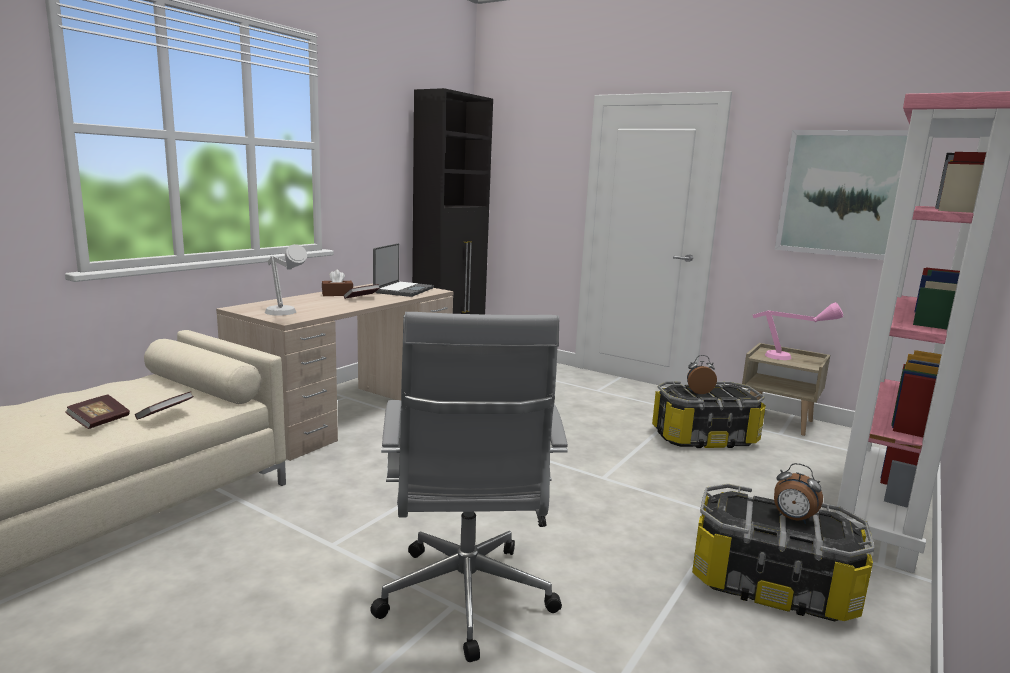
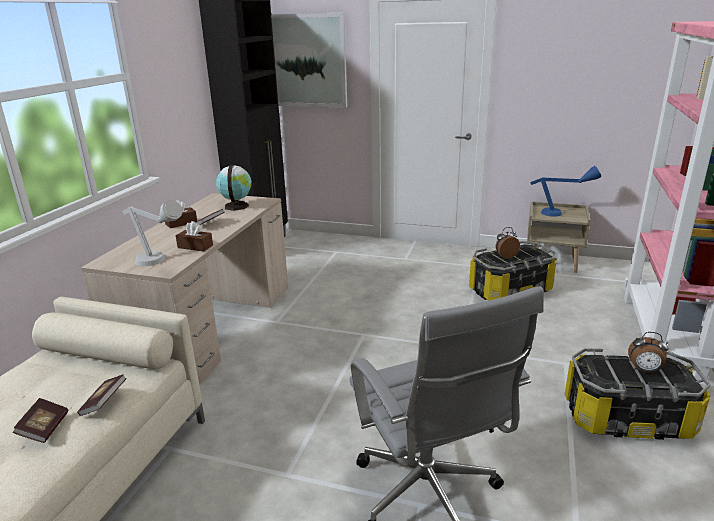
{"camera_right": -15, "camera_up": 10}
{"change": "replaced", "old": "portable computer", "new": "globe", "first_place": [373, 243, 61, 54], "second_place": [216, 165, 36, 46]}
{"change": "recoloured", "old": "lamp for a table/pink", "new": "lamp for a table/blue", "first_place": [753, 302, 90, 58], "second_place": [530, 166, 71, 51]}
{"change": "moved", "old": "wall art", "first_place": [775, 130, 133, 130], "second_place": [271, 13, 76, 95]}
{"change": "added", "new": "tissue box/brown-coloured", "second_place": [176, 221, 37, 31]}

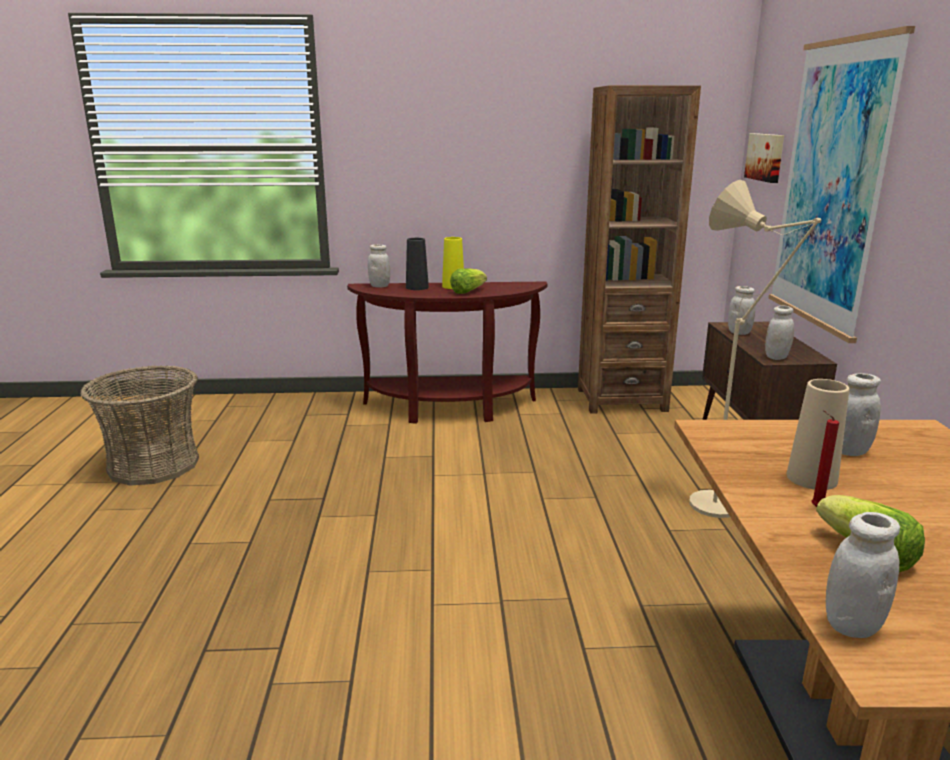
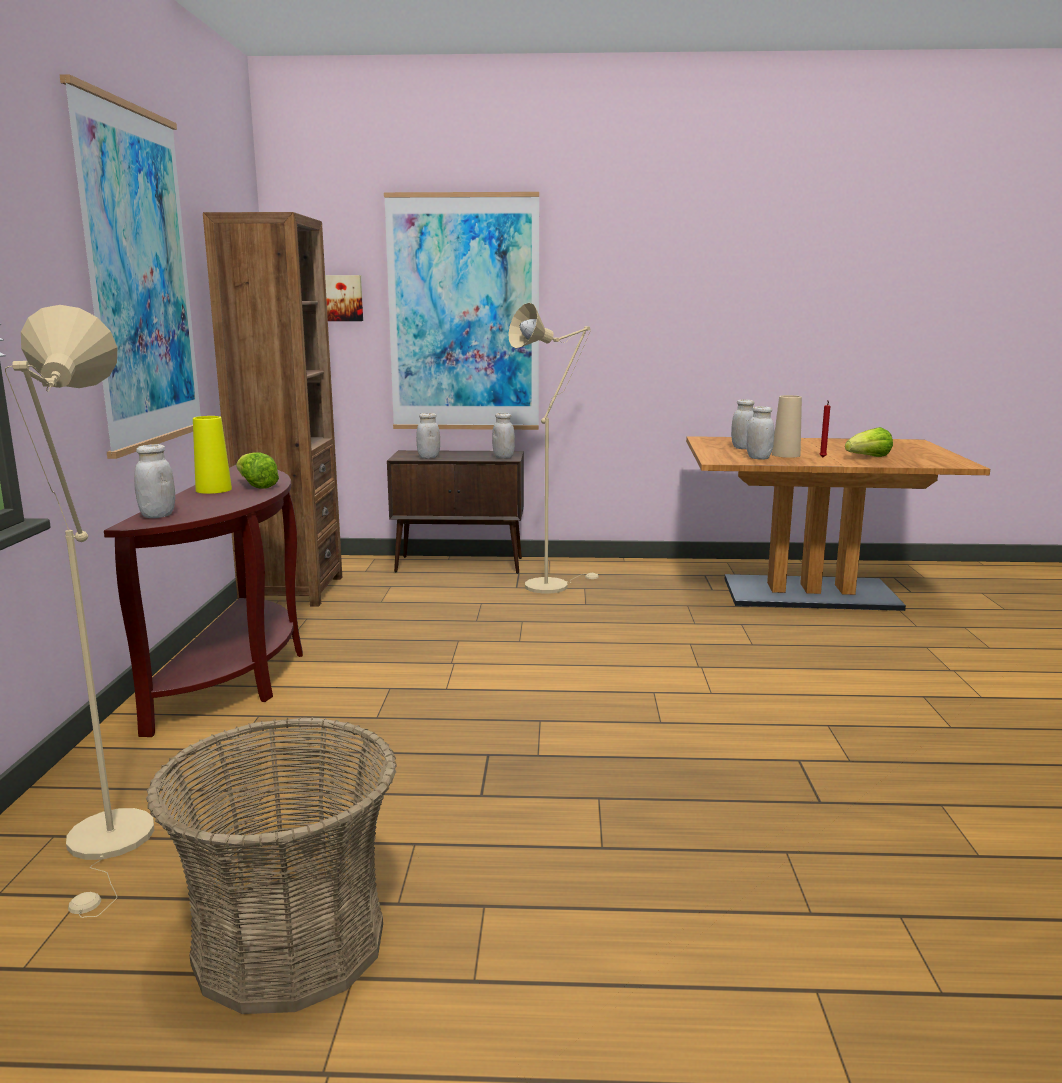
{"camera_right": -85, "camera_up": -5}
{"change": "removed", "old": "flower vase/blackish", "first_place": [406, 238, 23, 52]}
{"change": "moved", "old": "storage jar/whitish", "first_place": [826, 512, 74, 126], "second_place": [746, 406, 29, 54]}
{"change": "added", "new": "standard lamp/beige-coloured", "second_place": [5, 305, 149, 613]}
{"change": "added", "new": "wall art", "second_place": [59, 74, 142, 385]}

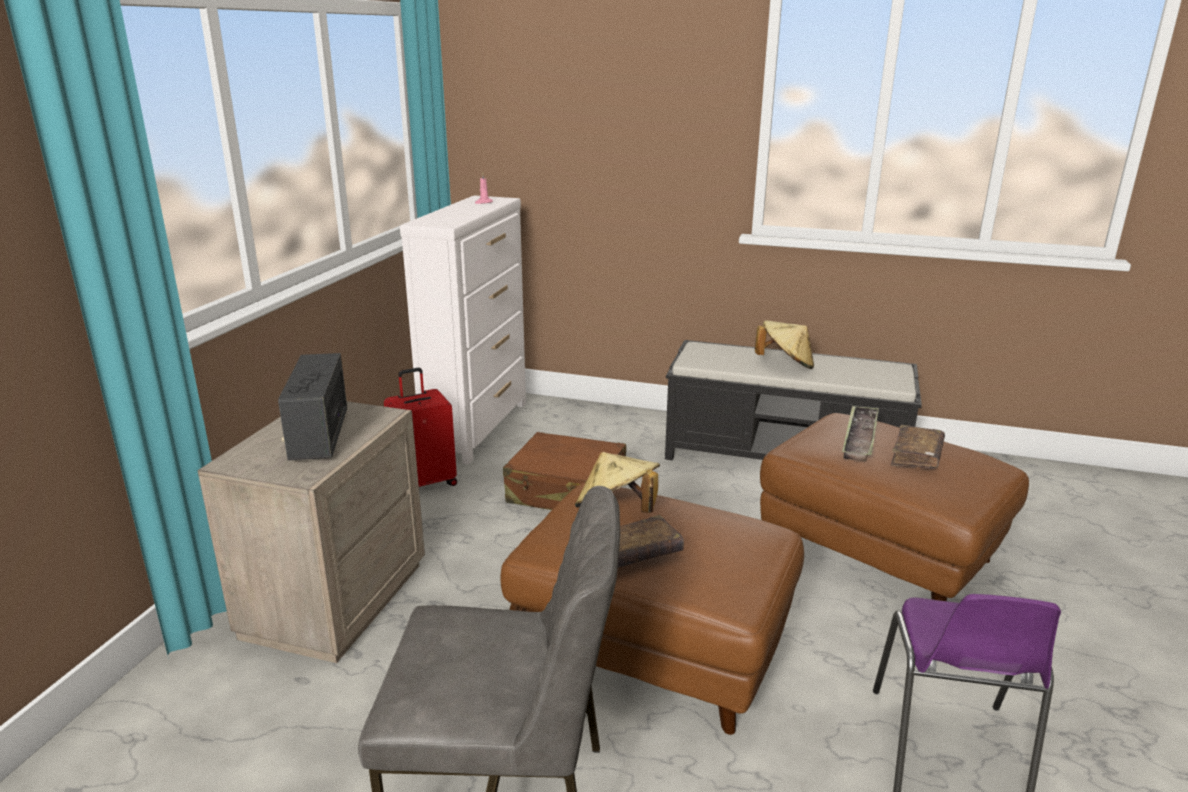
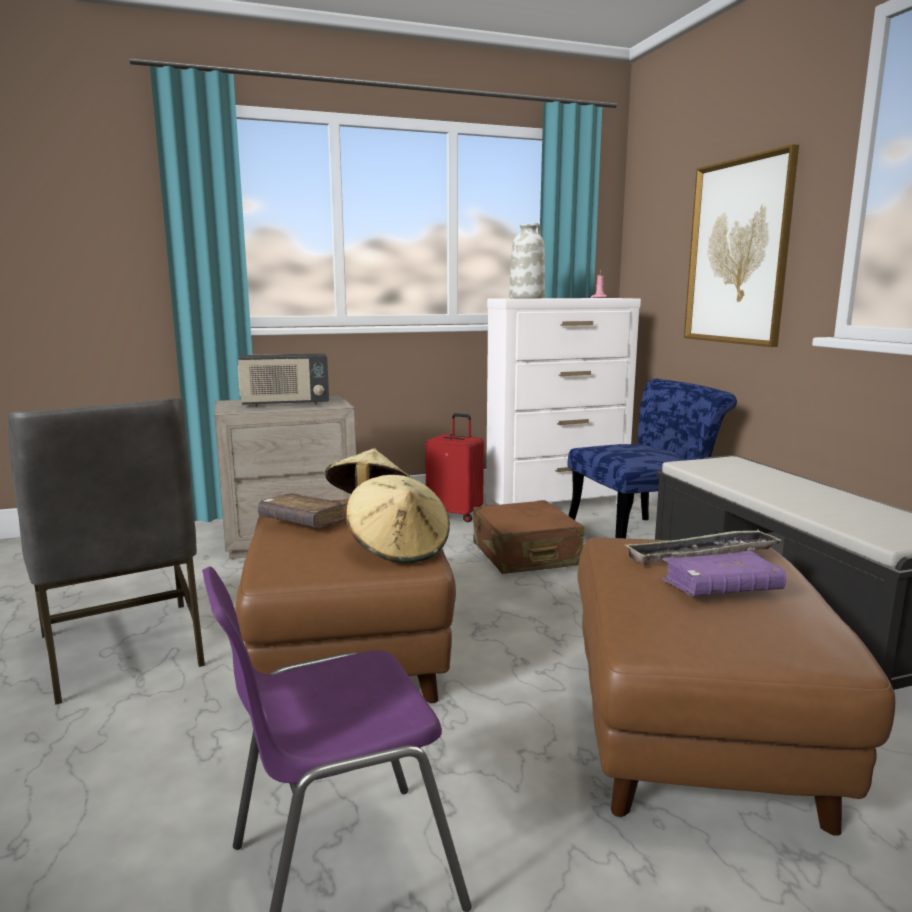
{"camera_right": 55, "camera_up": -10}
{"change": "turned", "old": "radio set", "first_place": [278, 353, 69, 107], "second_place": [237, 353, 92, 54], "degrees": -150}
{"change": "moved", "old": "clothing hat/beige-coloured", "first_place": [755, 320, 59, 49], "second_place": [346, 475, 104, 88]}
{"change": "recoloured", "old": "book/brown-coloured", "new": "book/purplish", "first_place": [891, 425, 54, 44], "second_place": [662, 551, 124, 45]}
{"change": "added", "new": "flower vase/whitish", "second_place": [509, 223, 36, 75]}
{"change": "added", "new": "upright chair/blue", "second_place": [567, 378, 170, 160]}
{"change": "added", "new": "wall art", "second_place": [684, 144, 115, 203]}

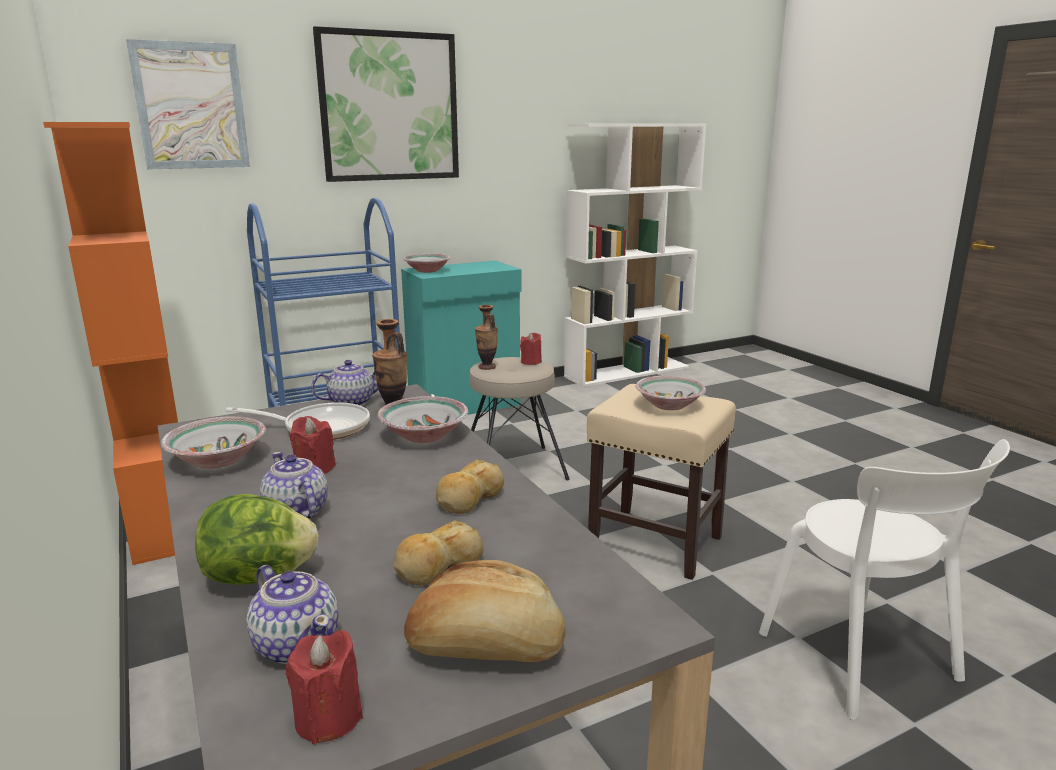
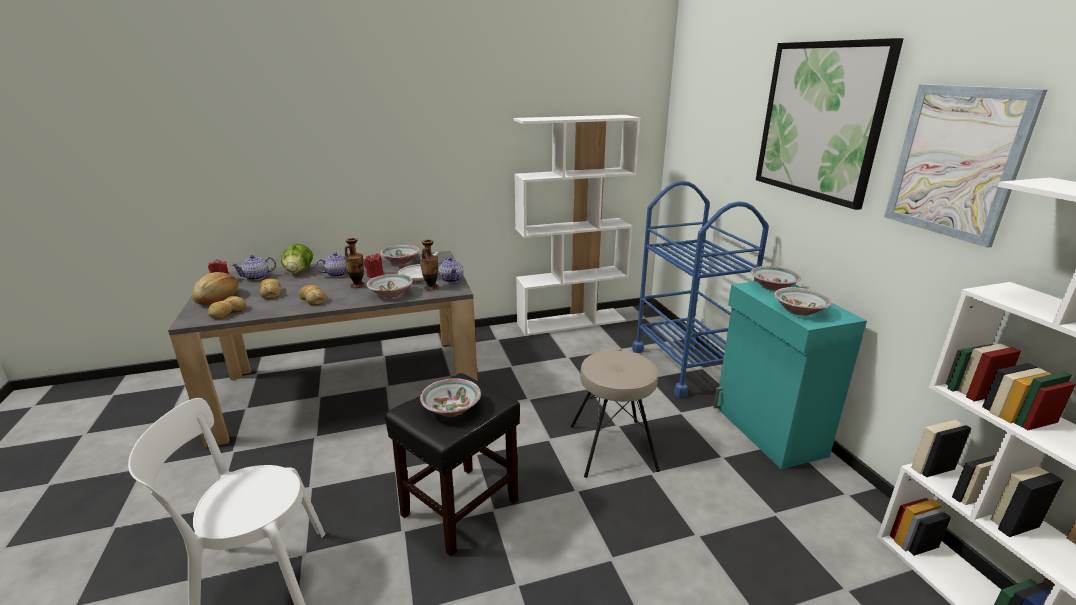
{"camera_right": 100, "camera_up": 5}
{"change": "recoloured", "old": "bookshelf/orange-coloured", "new": "bookshelf/whitish", "first_place": [43, 122, 135, 443], "second_place": [513, 115, 127, 221]}
{"change": "moved", "old": "wall art", "first_place": [126, 39, 124, 130], "second_place": [884, 84, 163, 164]}
{"change": "moved", "old": "flower vase", "first_place": [475, 305, 23, 65], "second_place": [344, 238, 21, 50]}
{"change": "removed", "old": "wax light/reddish", "first_place": [520, 332, 22, 33]}
{"change": "recoloured", "old": "stool/beige-coloured", "new": "stool/blackish", "first_place": [587, 384, 149, 196], "second_place": [385, 373, 135, 183]}
{"change": "added", "new": "baked bread", "second_place": [208, 296, 38, 23]}
{"change": "added", "new": "serving bowl", "second_place": [774, 287, 58, 29]}

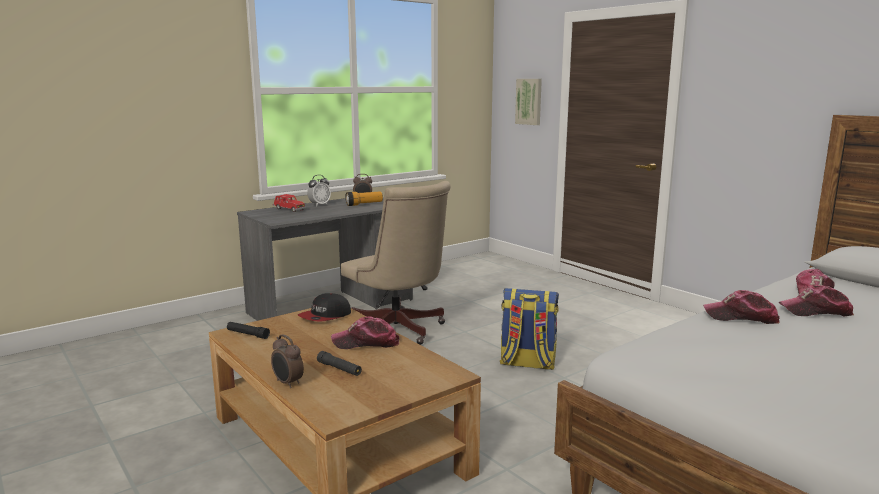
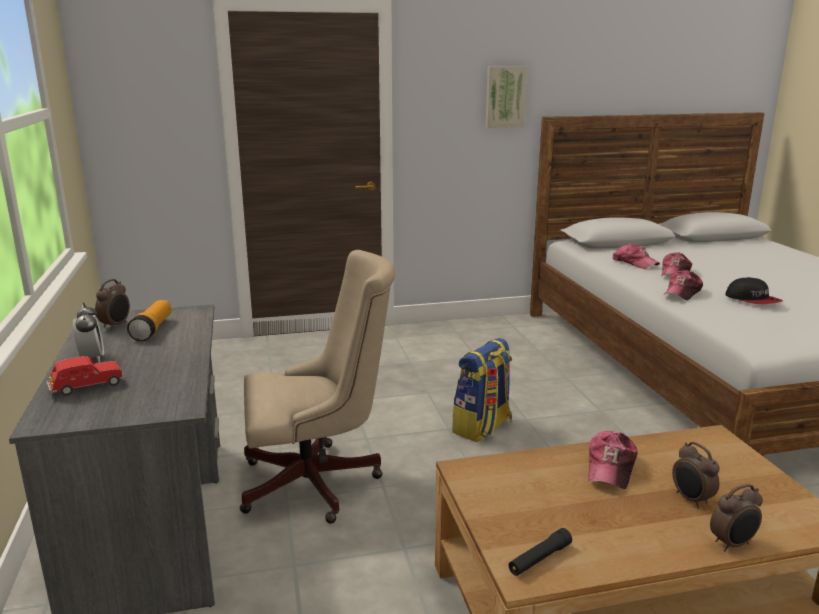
{"camera_right": -65, "camera_up": 5}
{"change": "moved", "old": "peaked cap", "first_place": [298, 293, 53, 29], "second_place": [725, 277, 58, 27]}
{"change": "replaced", "old": "torch/blackish", "new": "table clock", "first_place": [317, 351, 45, 25], "second_place": [672, 442, 47, 66]}
{"change": "moved", "old": "wall art", "first_place": [515, 79, 27, 46], "second_place": [486, 67, 41, 61]}

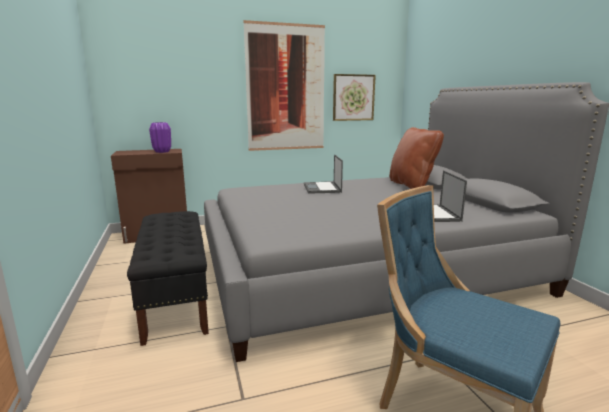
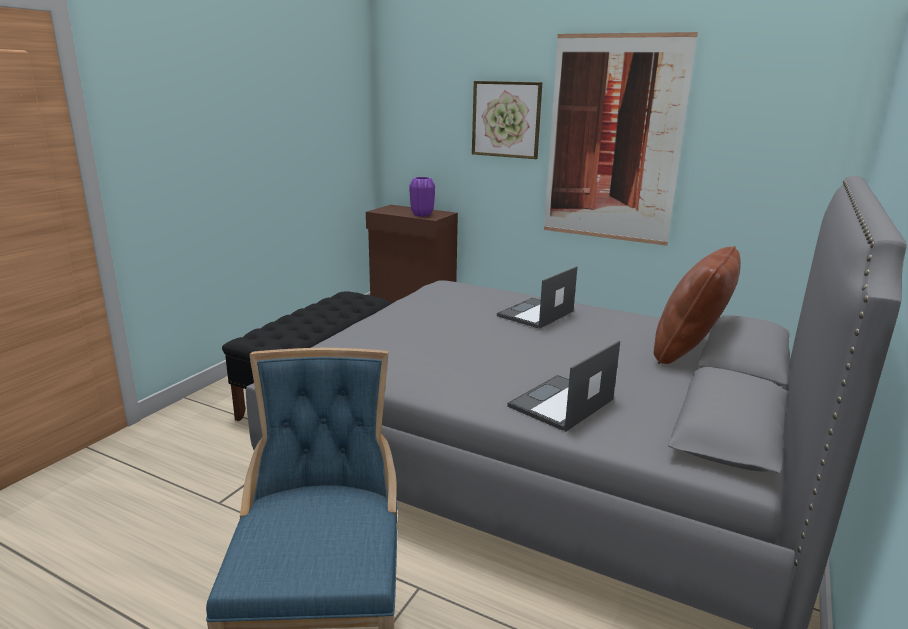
{"camera_right": 45, "camera_up": 5}
{"change": "moved", "old": "wall art", "first_place": [333, 74, 43, 47], "second_place": [472, 81, 70, 78]}

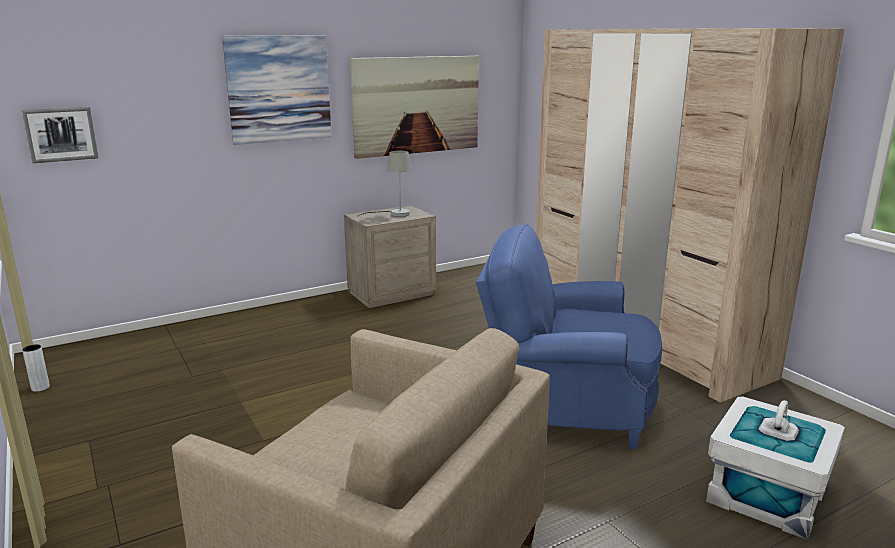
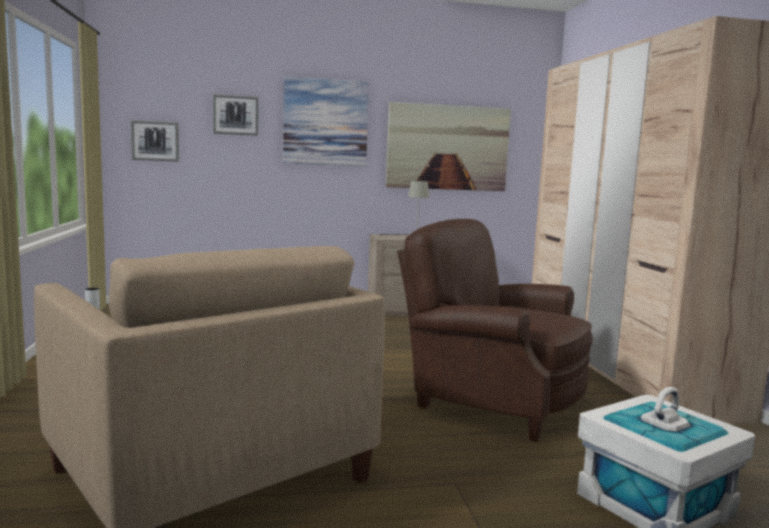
{"camera_right": 20, "camera_up": -10}
{"change": "recoloured", "old": "easy chair/blue", "new": "easy chair/brown-coloured", "first_place": [476, 224, 186, 225], "second_place": [397, 219, 196, 223]}
{"change": "added", "new": "wall art", "second_place": [213, 94, 45, 42]}

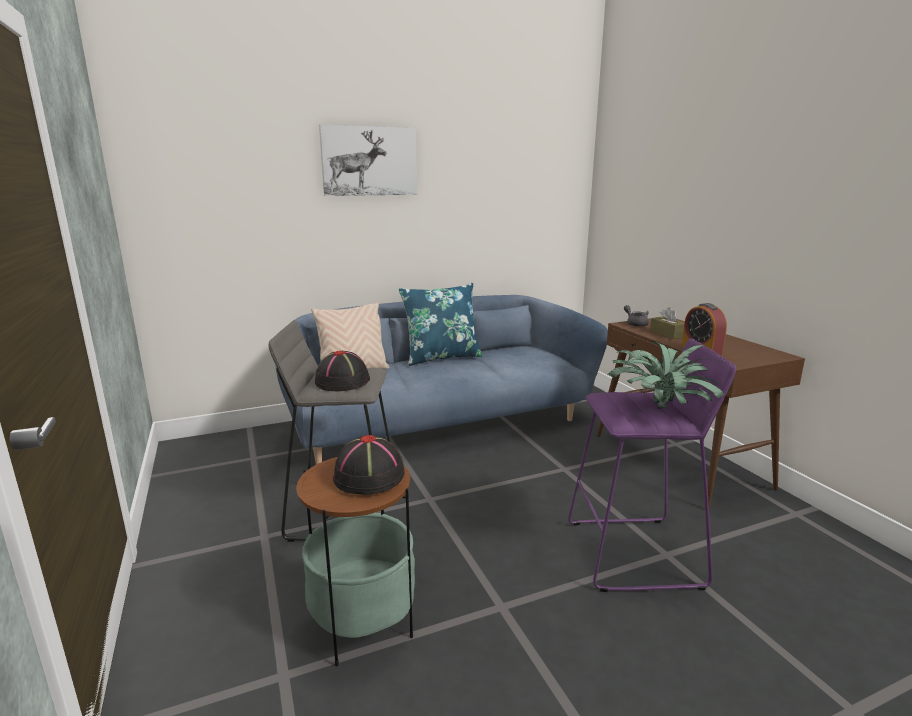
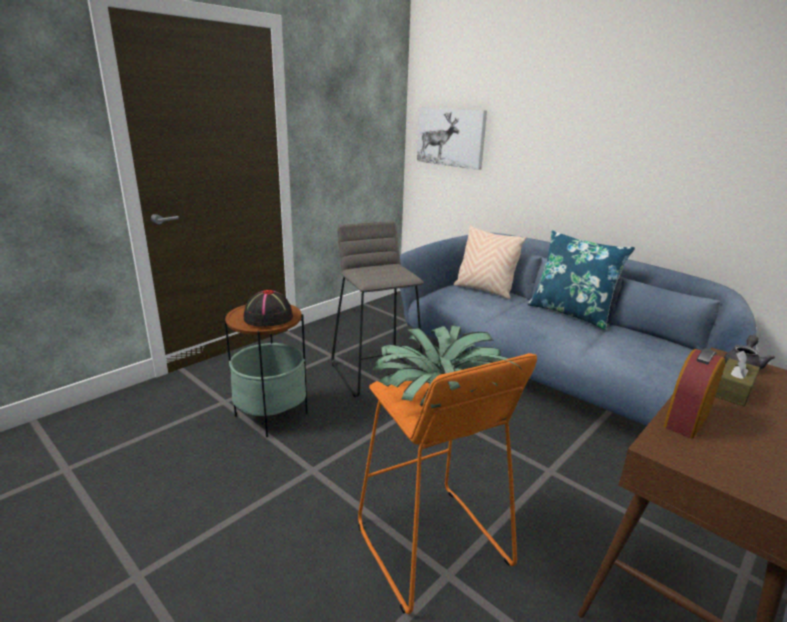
{"camera_right": 65, "camera_up": 5}
{"change": "removed", "old": "clothing hat/blackish", "first_place": [315, 351, 55, 40]}
{"change": "moved", "old": "wall art", "first_place": [319, 125, 98, 71], "second_place": [417, 107, 70, 63]}
{"change": "recoloured", "old": "stool/purplish", "new": "stool/orange-coloured", "first_place": [568, 338, 168, 254], "second_place": [358, 353, 179, 261]}

